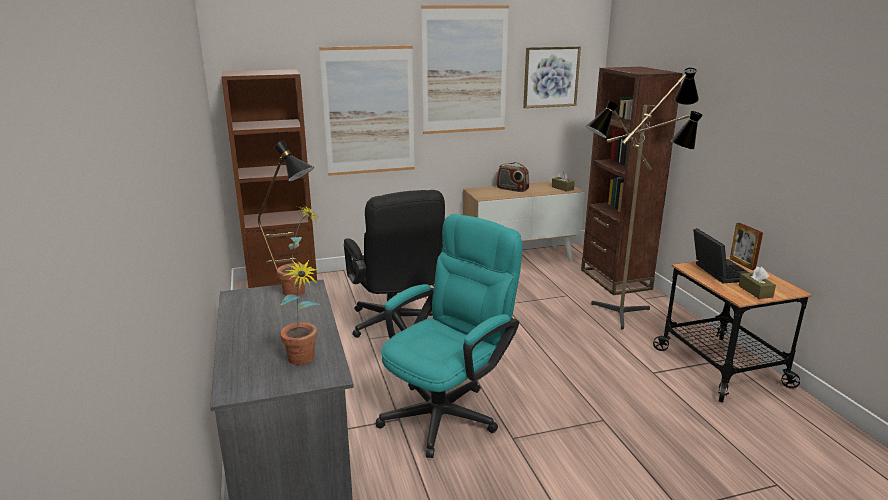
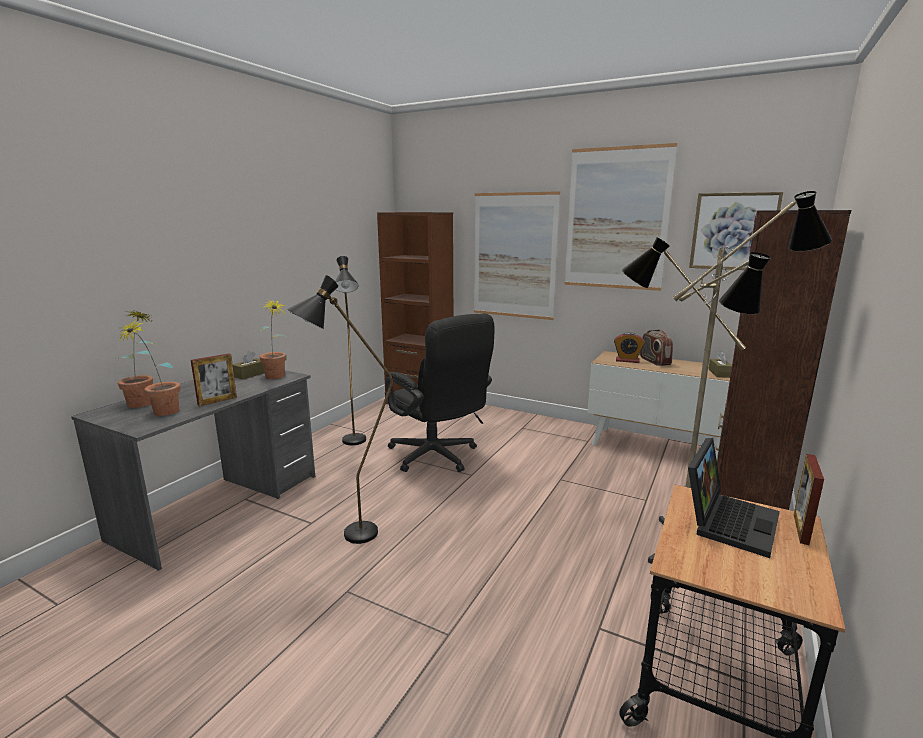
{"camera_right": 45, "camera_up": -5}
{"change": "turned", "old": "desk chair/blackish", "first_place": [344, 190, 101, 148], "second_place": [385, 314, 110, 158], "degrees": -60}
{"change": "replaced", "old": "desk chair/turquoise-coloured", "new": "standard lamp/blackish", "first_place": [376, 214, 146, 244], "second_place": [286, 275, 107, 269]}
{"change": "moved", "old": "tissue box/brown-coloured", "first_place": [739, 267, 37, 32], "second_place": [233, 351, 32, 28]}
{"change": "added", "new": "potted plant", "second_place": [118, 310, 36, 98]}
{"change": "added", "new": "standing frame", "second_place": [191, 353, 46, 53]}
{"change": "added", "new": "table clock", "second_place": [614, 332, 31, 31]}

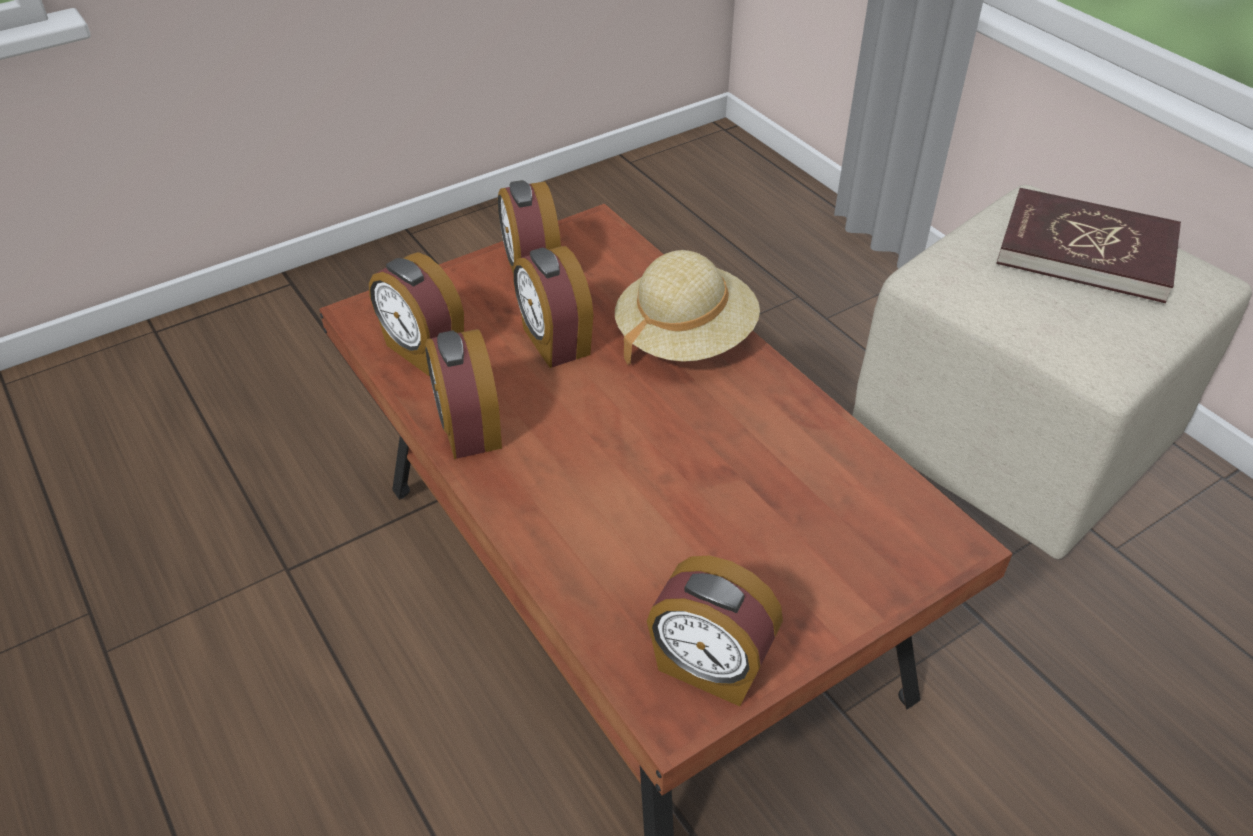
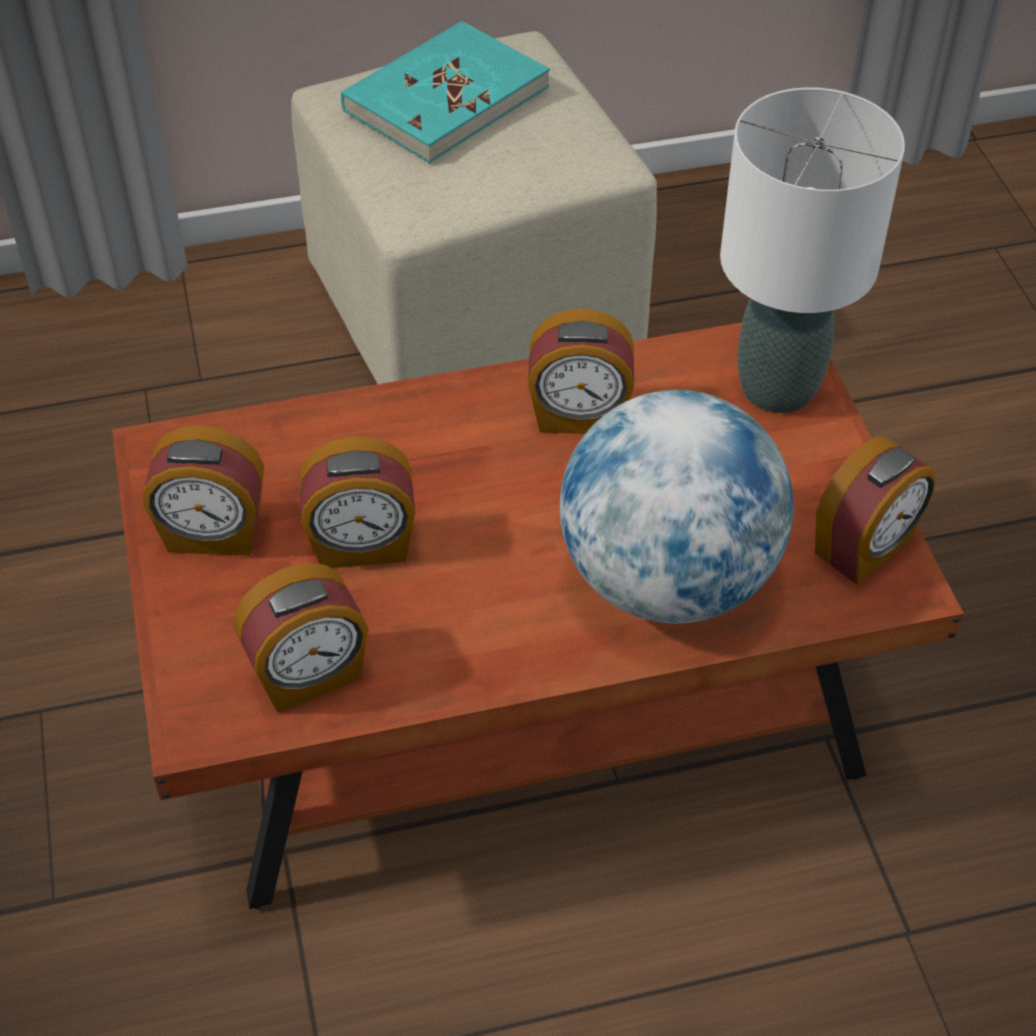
{"camera_right": -70, "camera_up": 5}
{"change": "moved", "old": "table clock", "first_place": [425, 329, 77, 130], "second_place": [528, 308, 106, 126]}
{"change": "removed", "old": "clothing hat/beige-coloured", "first_place": [615, 250, 145, 115]}
{"change": "recoloured", "old": "book/reddish", "new": "book/turquoise-coloured", "first_place": [996, 188, 185, 115], "second_place": [341, 21, 209, 142]}
{"change": "added", "new": "globe", "second_place": [560, 390, 234, 233]}
{"change": "added", "new": "lamp for a table/whitish", "second_place": [720, 87, 185, 326]}

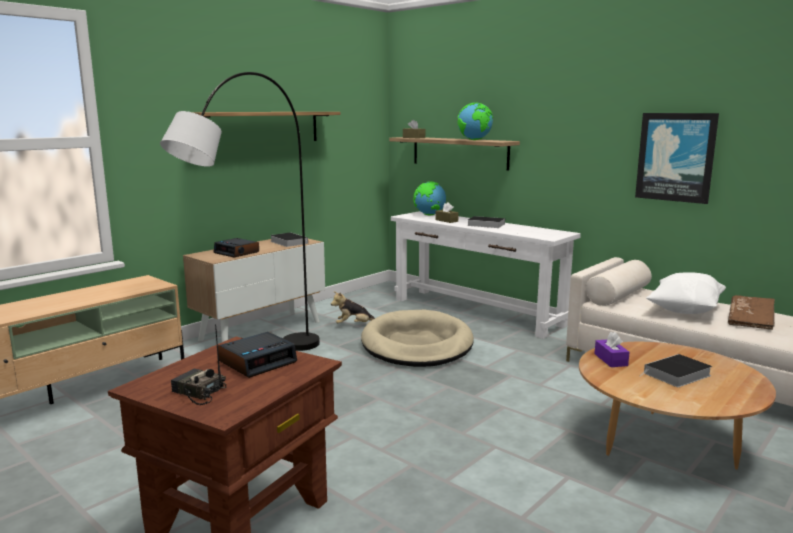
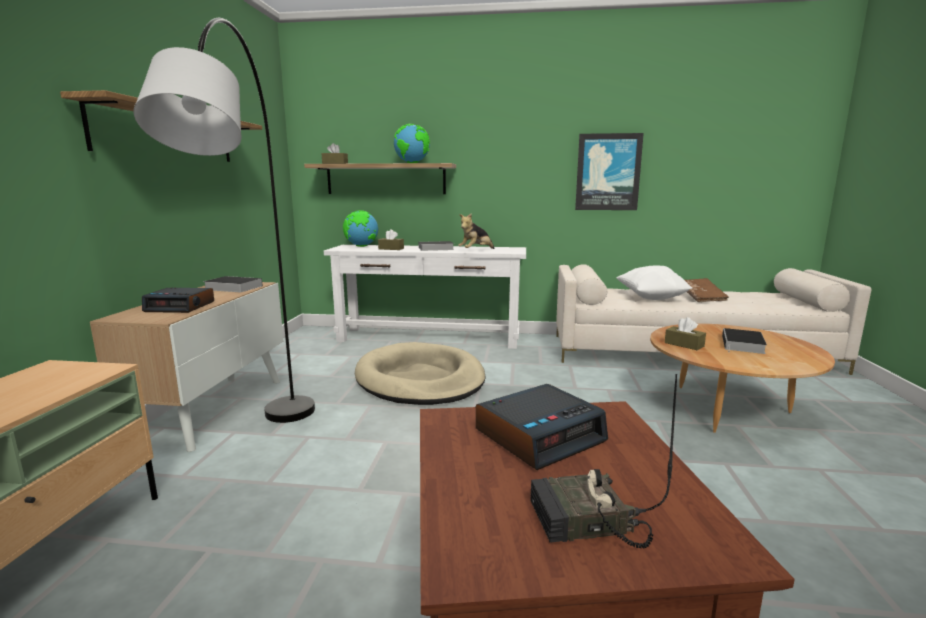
{"camera_right": -35, "camera_up": 0}
{"change": "turned", "old": "table clock", "first_place": [218, 332, 79, 46], "second_place": [476, 384, 132, 86], "degrees": 45}
{"change": "moved", "old": "cuddly toy", "first_place": [331, 291, 44, 32], "second_place": [458, 213, 36, 36]}
{"change": "recoloured", "old": "tissue box/purplish", "new": "tissue box/brown-coloured", "first_place": [594, 332, 36, 35], "second_place": [665, 317, 41, 33]}

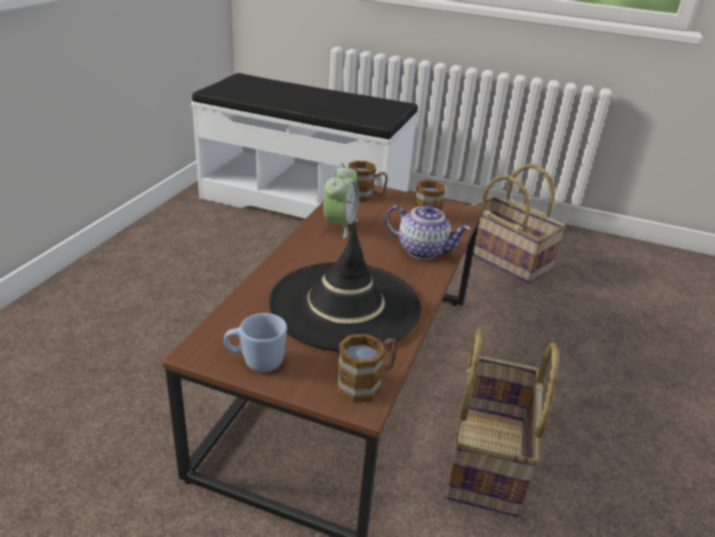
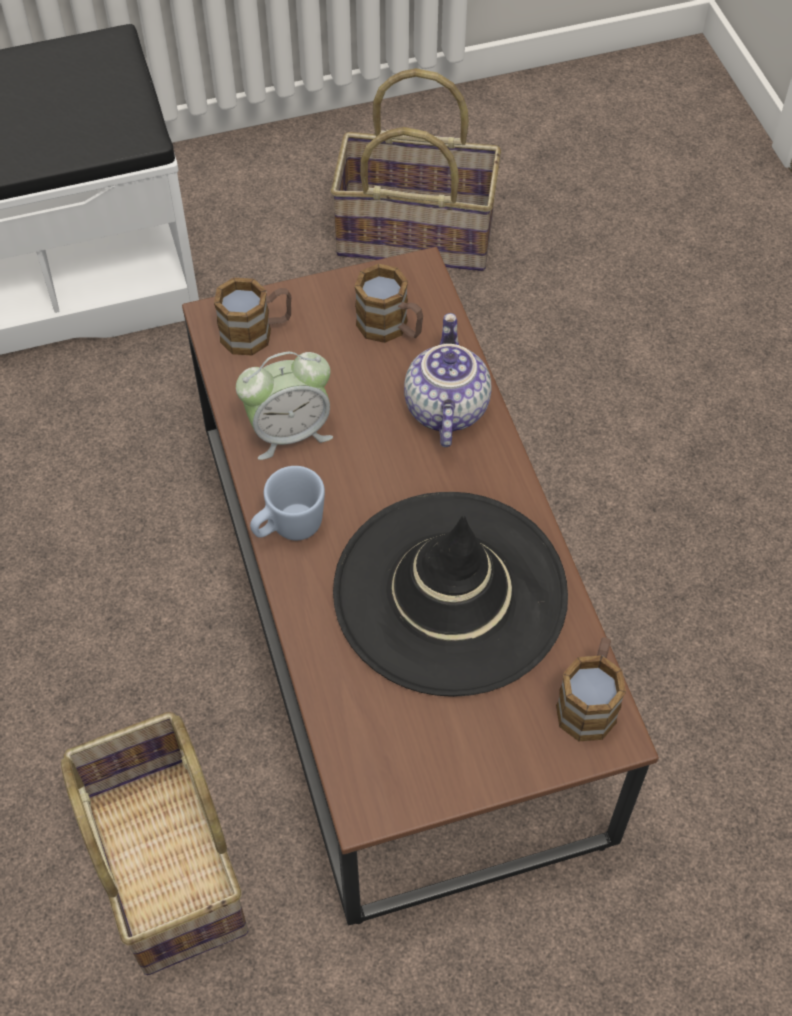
{"camera_right": -35, "camera_up": 25}
{"change": "moved", "old": "tea mug/blue", "first_place": [224, 313, 63, 59], "second_place": [250, 466, 75, 74]}
{"change": "turned", "old": "table clock", "first_place": [323, 163, 36, 75], "second_place": [236, 352, 97, 108], "degrees": 90}
{"change": "turned", "old": "tea pot", "first_place": [385, 204, 86, 55], "second_place": [404, 313, 88, 134], "degrees": -75}
{"change": "moved", "old": "storage basket", "first_place": [446, 328, 113, 189], "second_place": [61, 712, 187, 263]}

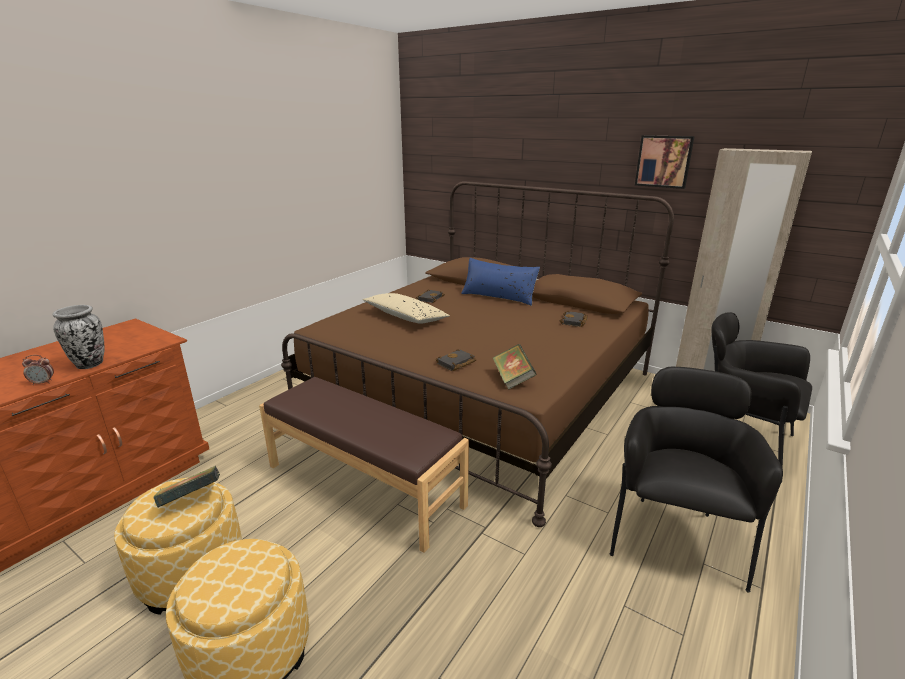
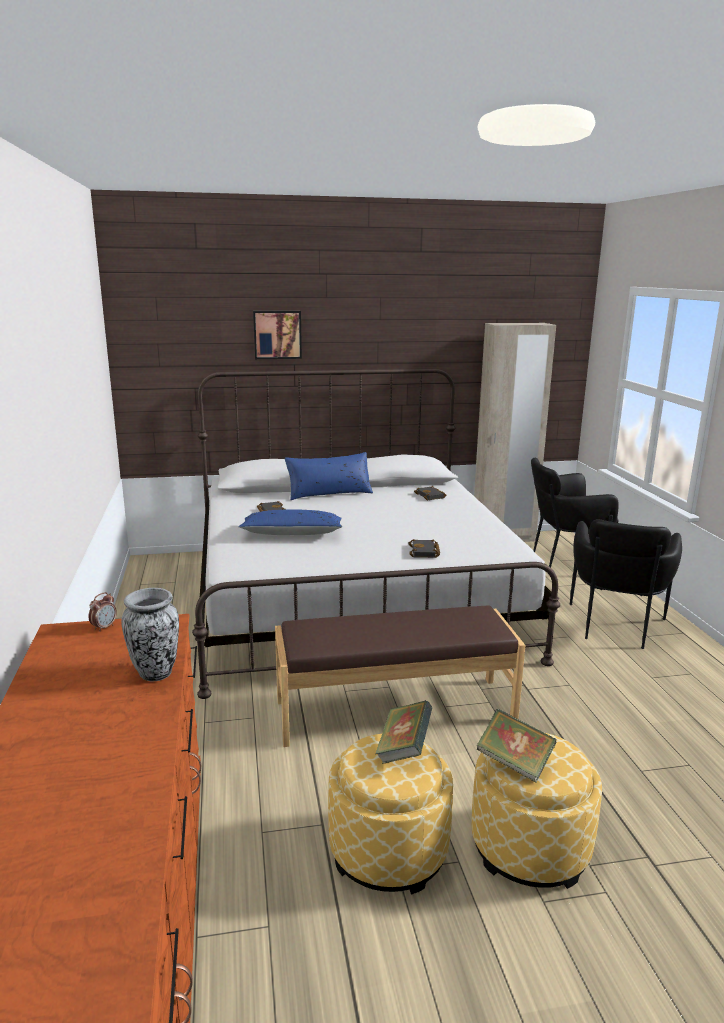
{"camera_right": -45, "camera_up": -5}
{"change": "moved", "old": "table clock", "first_place": [22, 355, 32, 30], "second_place": [88, 592, 29, 40]}
{"change": "recoloured", "old": "sleeping bed/brown-coloured", "new": "sleeping bed/whitish", "first_place": [281, 181, 393, 346], "second_place": [192, 369, 368, 330]}
{"change": "recoloured", "old": "throw pillow/beige-coloured", "new": "throw pillow/blue", "first_place": [362, 293, 88, 31], "second_place": [238, 509, 104, 26]}
{"change": "moved", "old": "book", "first_place": [493, 344, 43, 46], "second_place": [477, 709, 79, 74]}
{"change": "turned", "old": "easy chair/blackish", "first_place": [610, 367, 173, 226], "second_place": [569, 519, 113, 130], "degrees": -135}
{"change": "moved", "old": "wall art", "first_place": [635, 135, 60, 54], "second_place": [253, 311, 49, 48]}

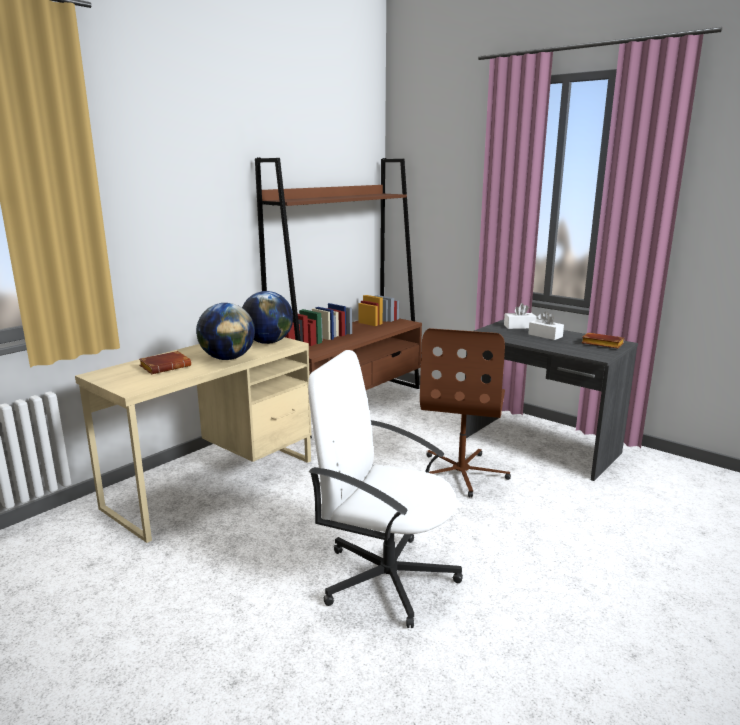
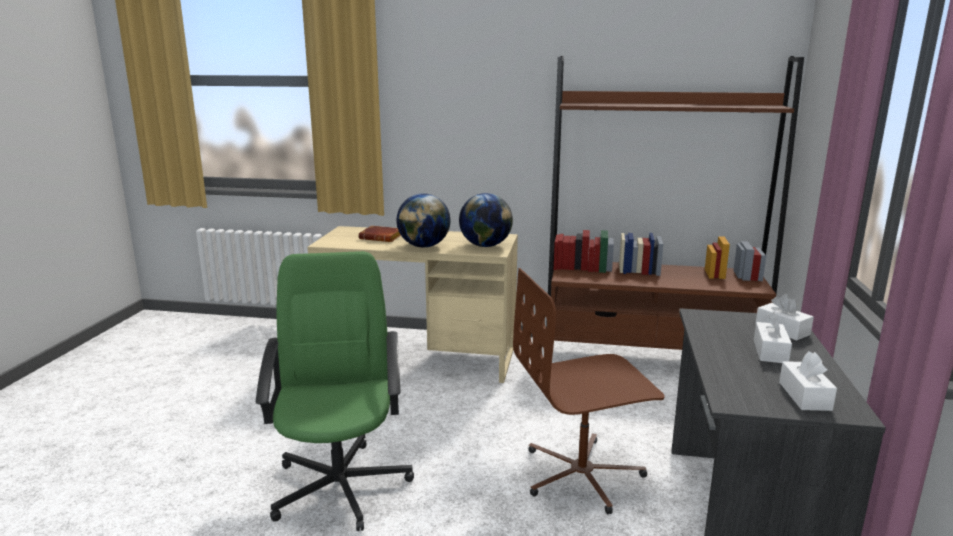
{"camera_right": 60, "camera_up": 0}
{"change": "recoloured", "old": "desk chair/whitish", "new": "desk chair/greenish", "first_place": [308, 350, 155, 278], "second_place": [255, 251, 159, 280]}
{"change": "replaced", "old": "book/brown-coloured", "new": "tissue box/whitish", "first_place": [581, 333, 43, 15], "second_place": [779, 351, 58, 60]}

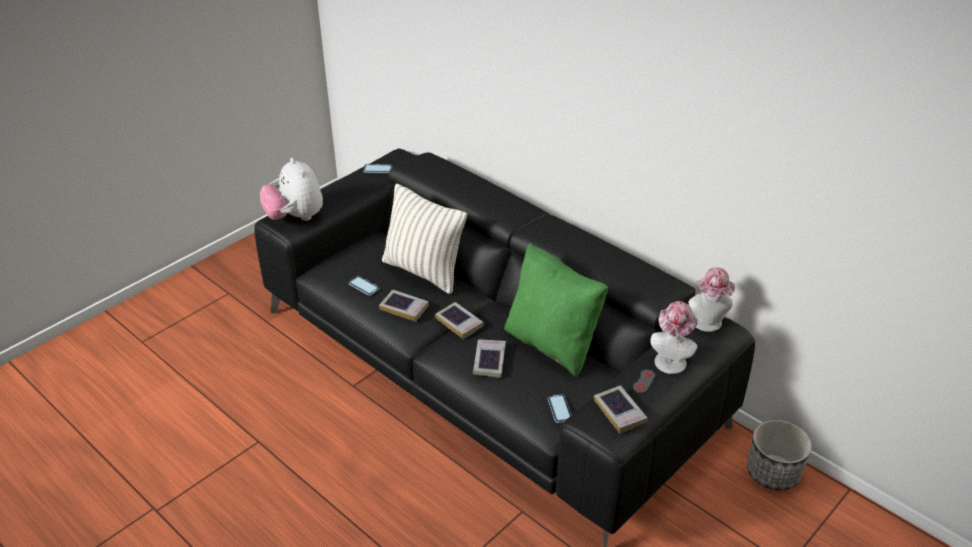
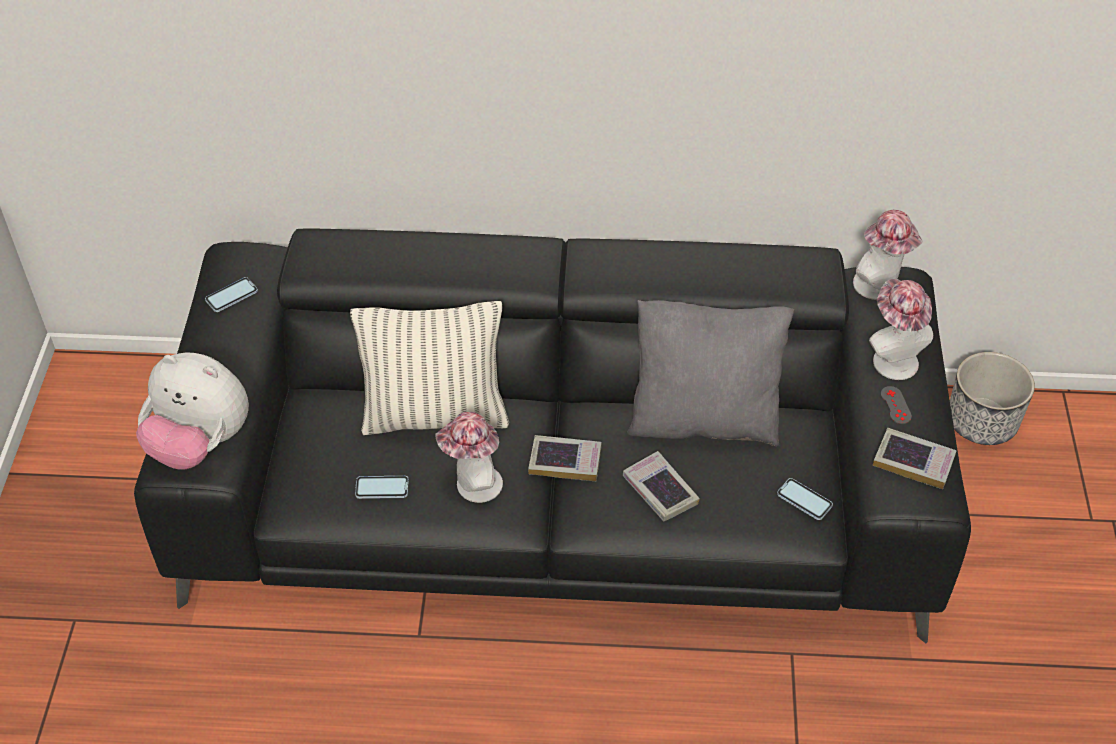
{"camera_right": -40, "camera_up": 10}
{"change": "replaced", "old": "book", "new": "clothing hat", "first_place": [379, 290, 50, 32], "second_place": [436, 412, 67, 91]}
{"change": "recoloured", "old": "throw pillow/greenish", "new": "throw pillow/greyish", "first_place": [504, 243, 104, 135], "second_place": [627, 300, 167, 146]}

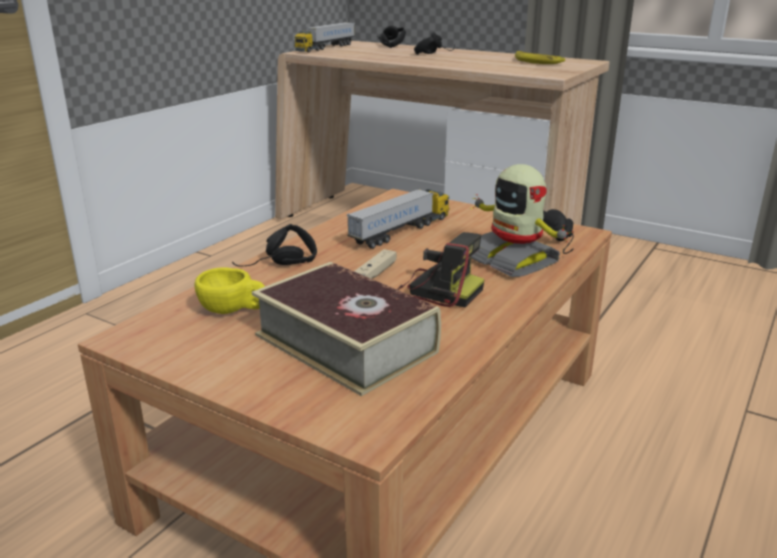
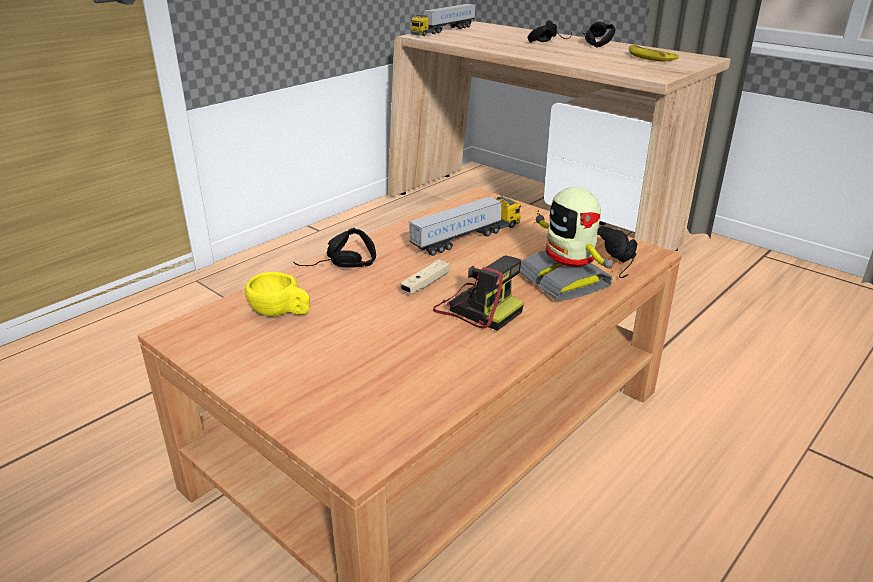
{"camera_right": 10, "camera_up": 5}
{"change": "removed", "old": "book", "first_place": [252, 262, 189, 134]}
{"change": "moved", "old": "headset/blackish", "first_place": [378, 26, 28, 22], "second_place": [582, 22, 33, 26]}

